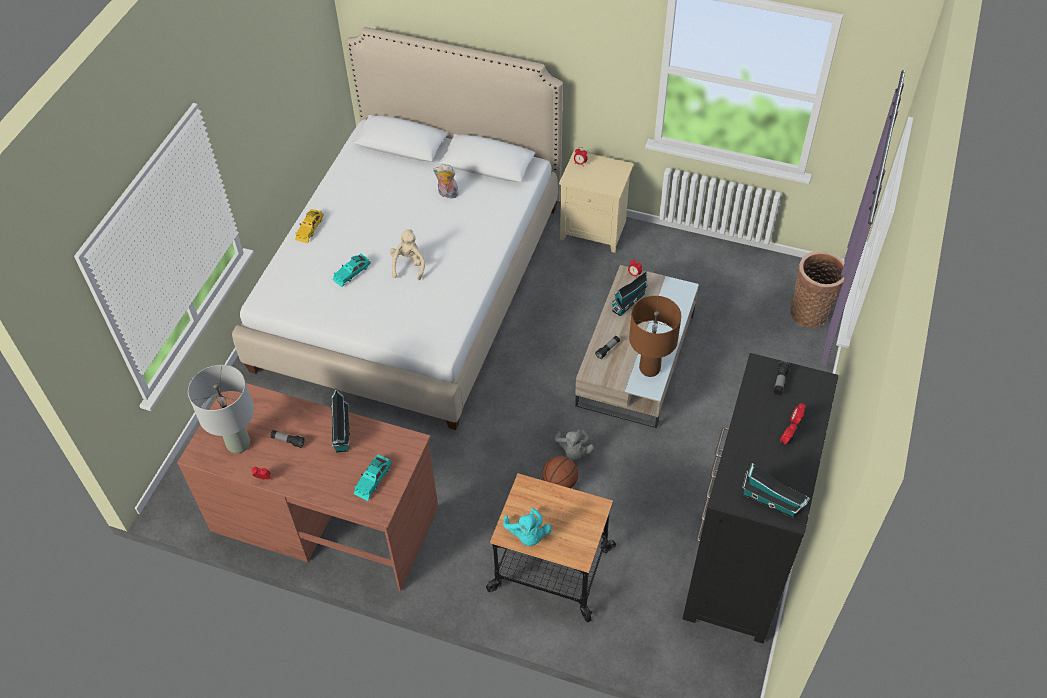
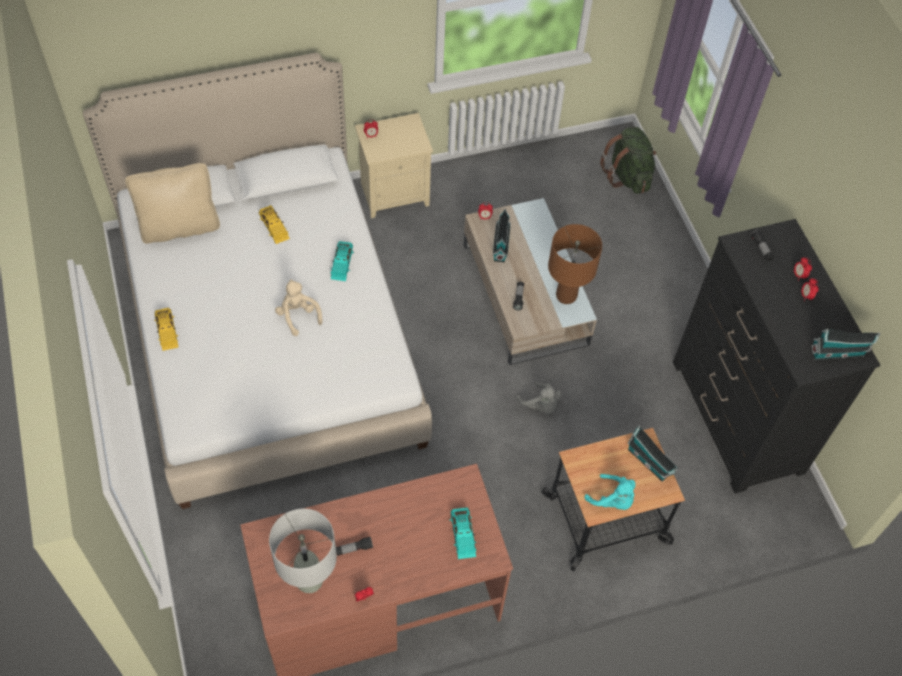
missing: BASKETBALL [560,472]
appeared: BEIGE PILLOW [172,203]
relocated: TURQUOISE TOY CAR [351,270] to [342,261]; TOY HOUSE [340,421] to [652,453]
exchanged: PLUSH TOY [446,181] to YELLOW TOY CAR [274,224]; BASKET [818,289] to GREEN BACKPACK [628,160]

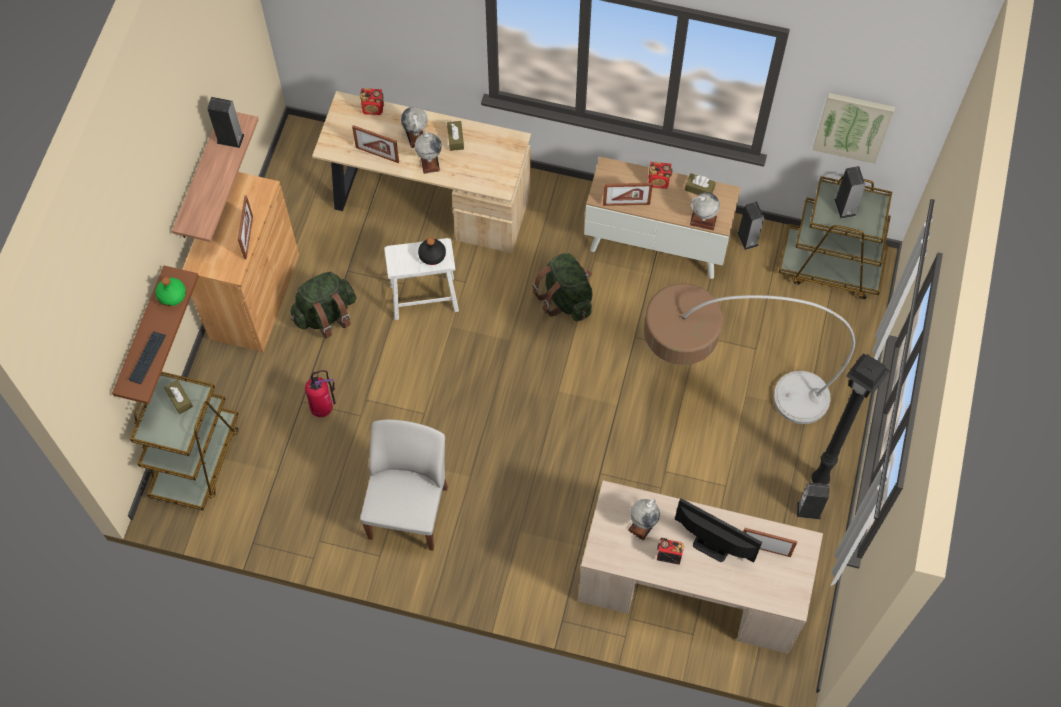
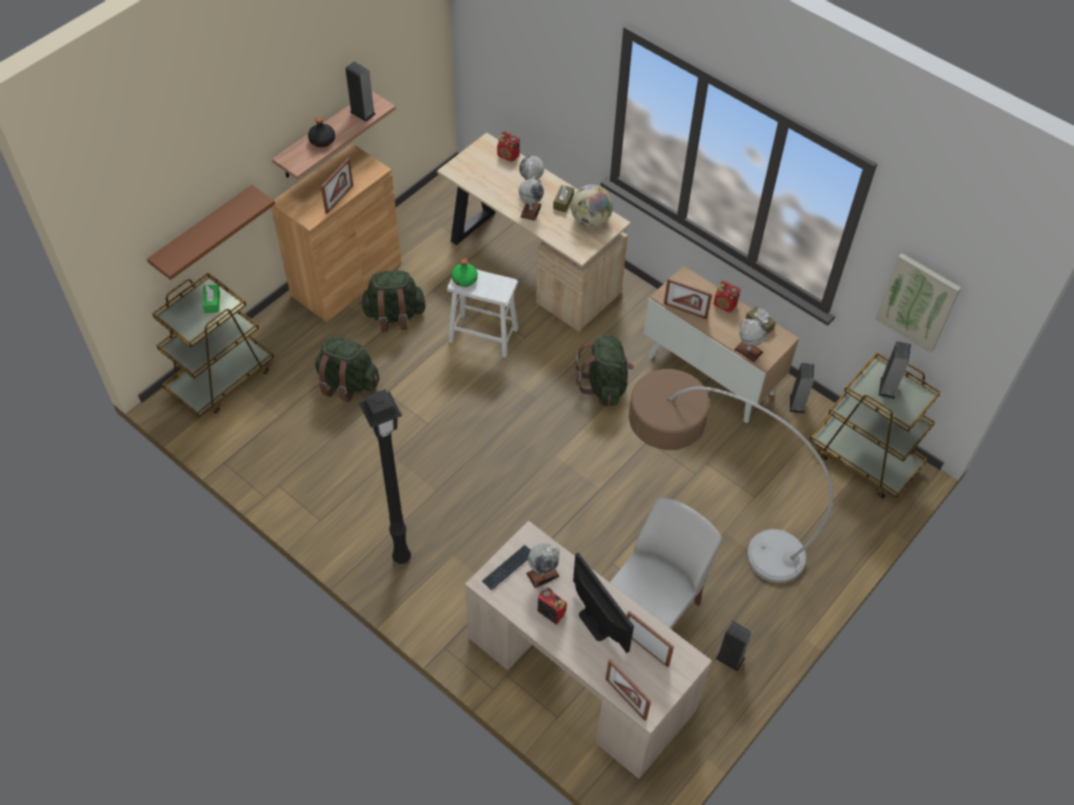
appeared: GLOBE [592,206]
relocated: BLACK BOTTLE [432,251] to [321,132]; BLACK FLOOR LAMP [850,418] to [385,476]; GREEN BOTTLE [170,291] to [464,272]; KEYBOARD [147,357] to [506,567]; PICTURE FRAME [375,144] to [628,690]; WHITE CHAIR [404,485] to [666,563]
exchanged: FIRE EXTINGUISHER [320,393] to GREEN BACKPACK [347,369]
colour: BROWN TISSUE BOX [178,397] to GREEN TISSUE BOX [211,298]

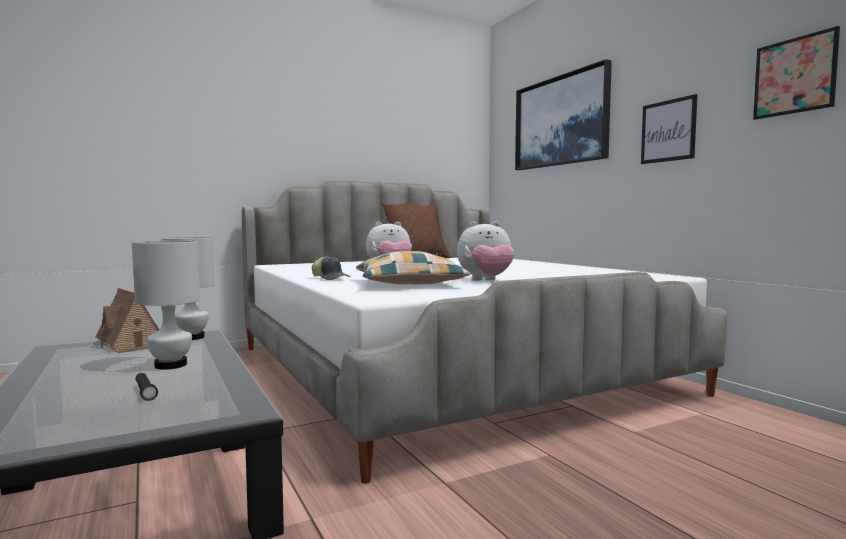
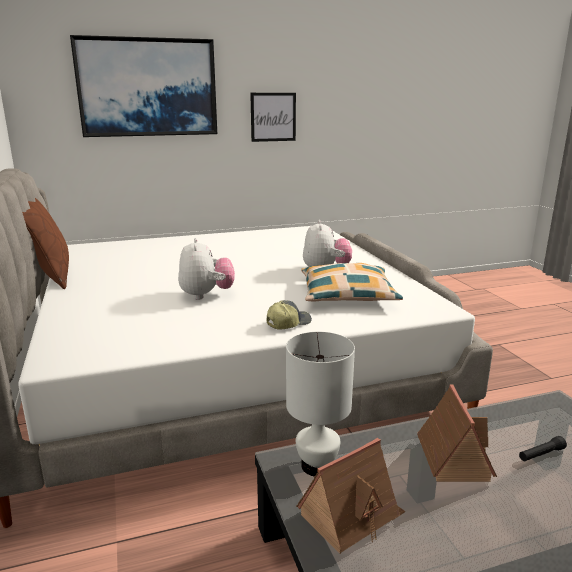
missing: PICTURE [796,73]
exchanged: WHITE TABLE LAMP [166,305] to TOY HOUSE [457,433]

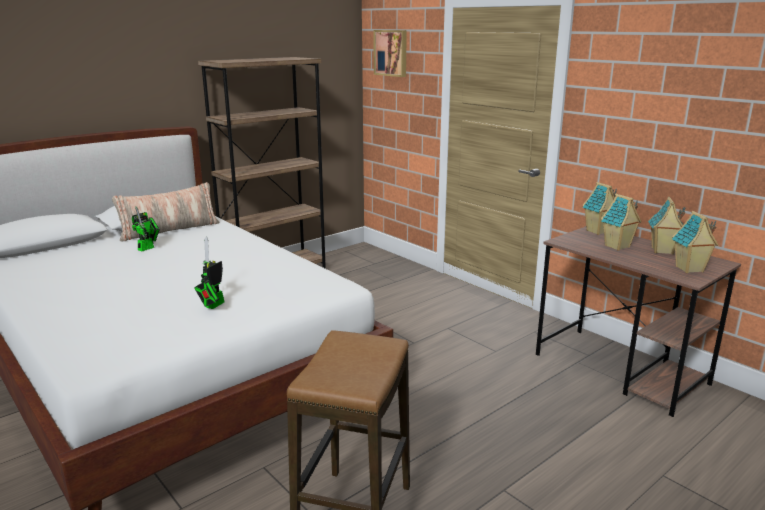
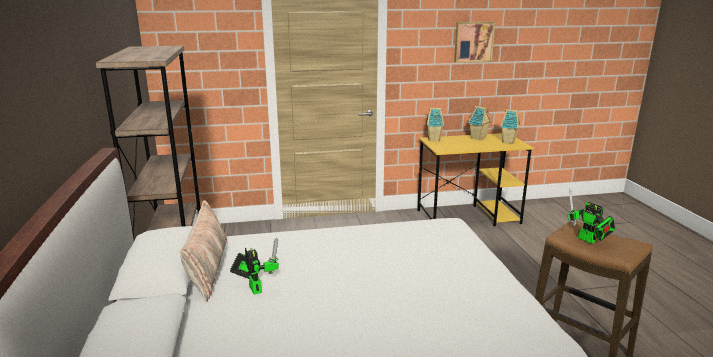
missing: TOY HOUSE [621,222]
relocated: PICTURE [390,53] to [474,42]; TOY ROBOT [209,272] to [591,216]
colour: BROWN DESK [638,321] to YELLOW DESK [475,179]

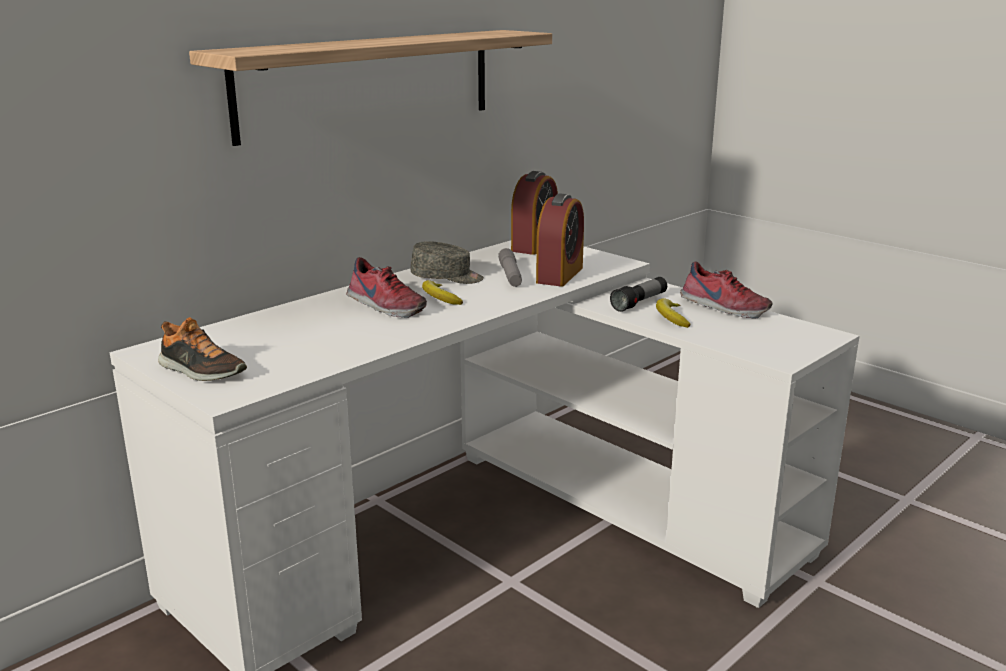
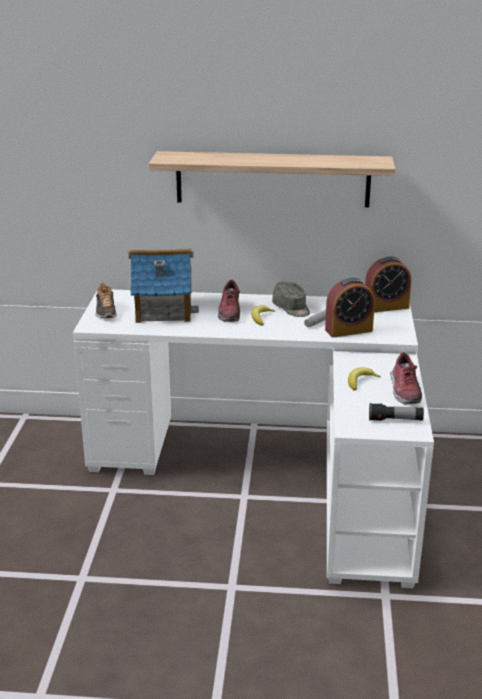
appeared: TOY HOUSE [164,286]
relocated: FLASHLIGHT [638,294] to [396,412]

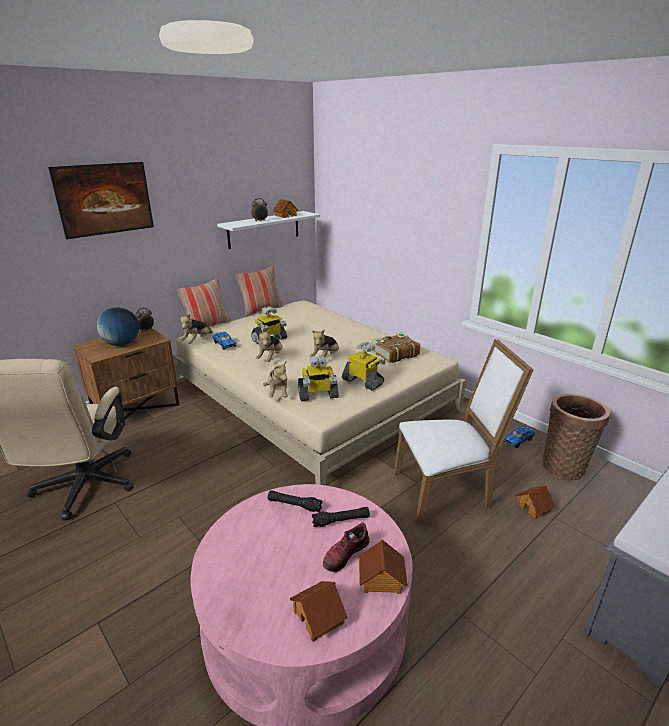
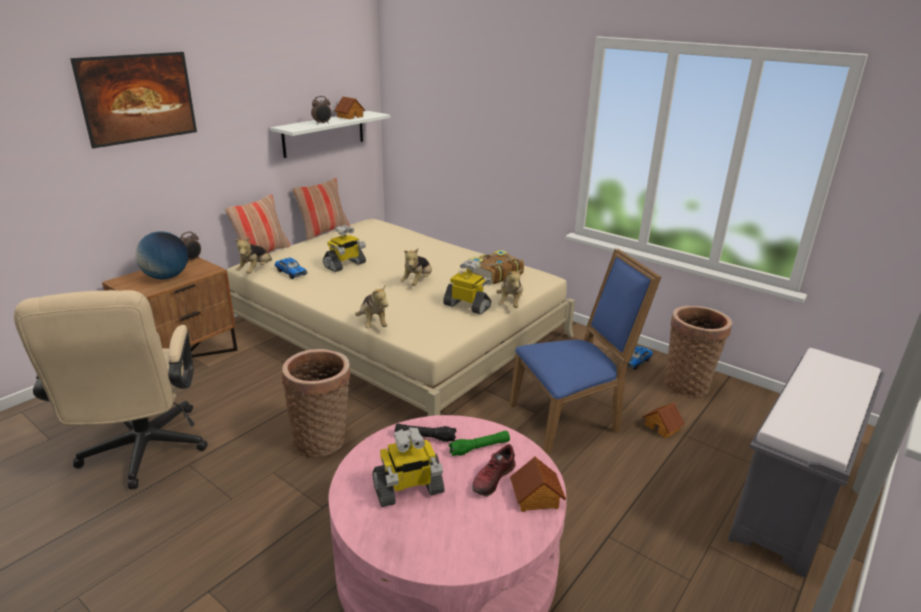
missing: TOY HOUSE [319,611]
appeared: BASKET [316,403]
relocated: TOY ROBOT [318,378] to [408,467]; PLUSH TOY [269,346] to [509,288]
colour: BLACK FLASHLIGHT [341,517] to GREEN FLASHLIGHT [479,443]; WHITE CHAIR [464,431] to BLUE CHAIR [585,352]

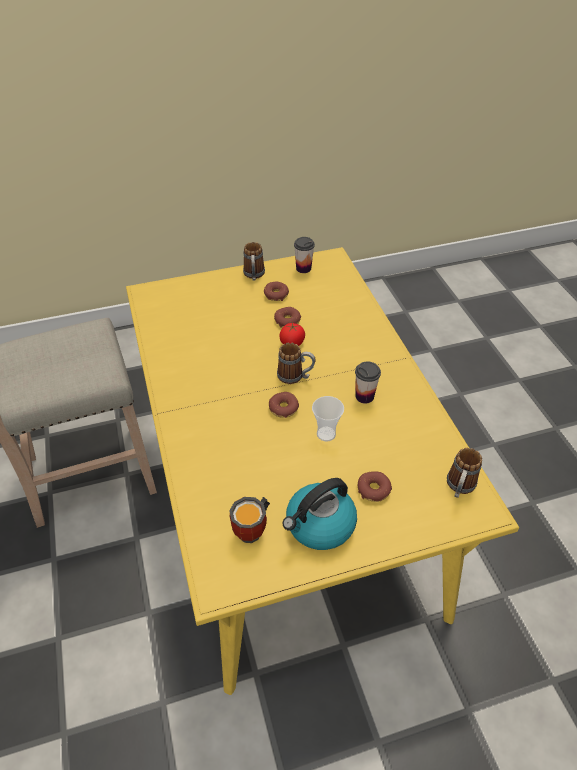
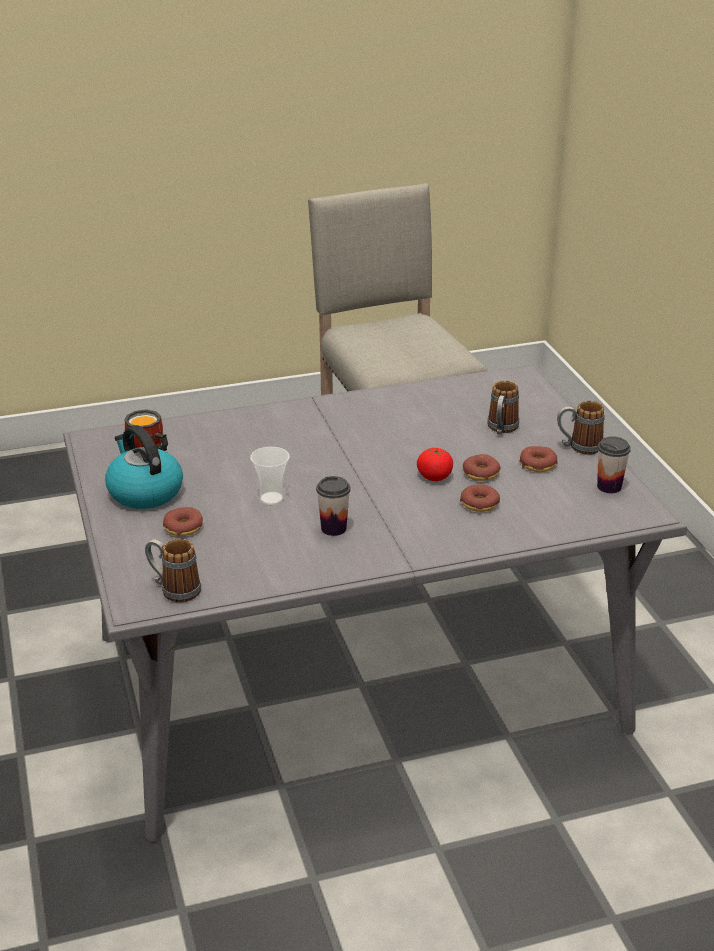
relocated: DONUT [284,405] to [480,498]; MUG [296,363] to [503,407]
colour: YELLOW DINING TABLE [322,471] to GREY DINING TABLE [375,603]

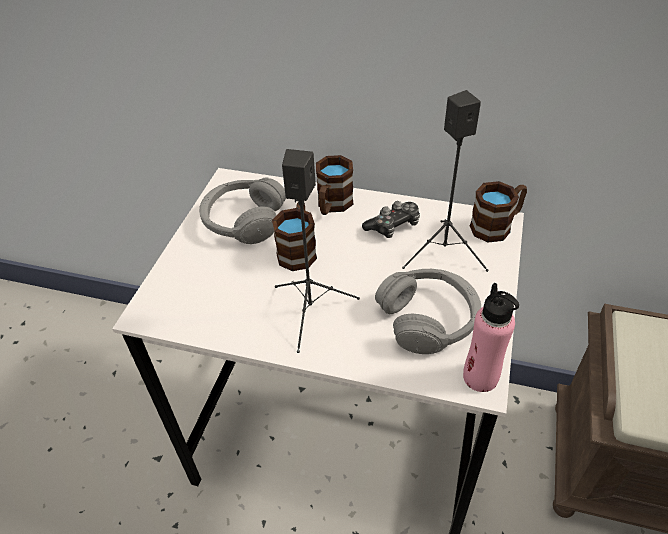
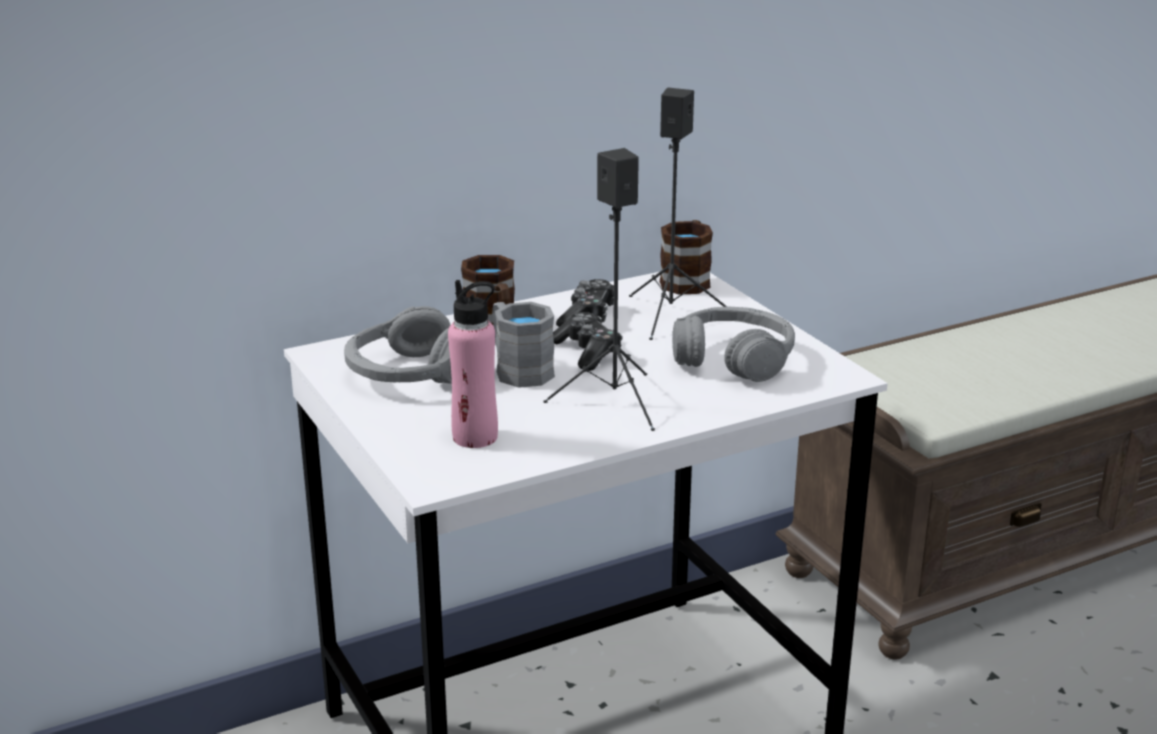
appeared: GAME CONTROLLER [587,341]
relocated: PINK BOTTLE [491,337] to [473,364]
colour: BROWN MUG [294,237] to GREY MUG [523,345]

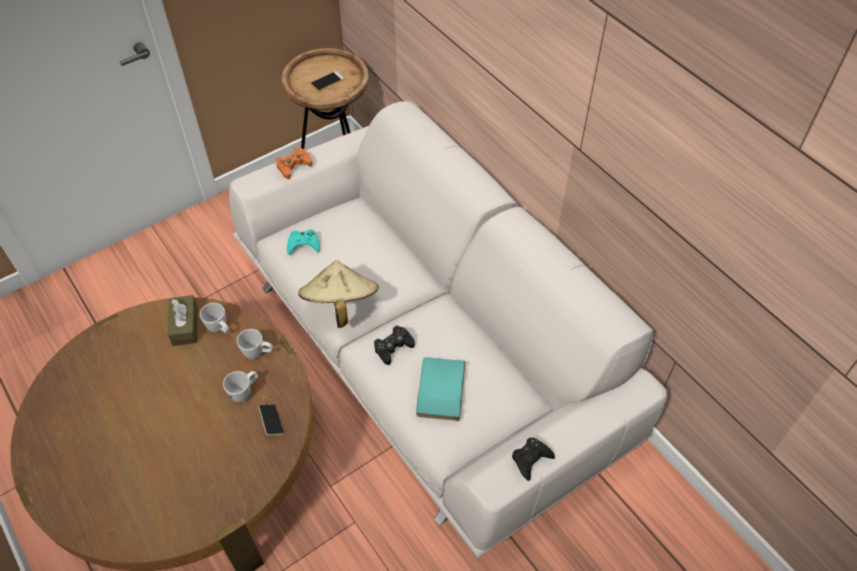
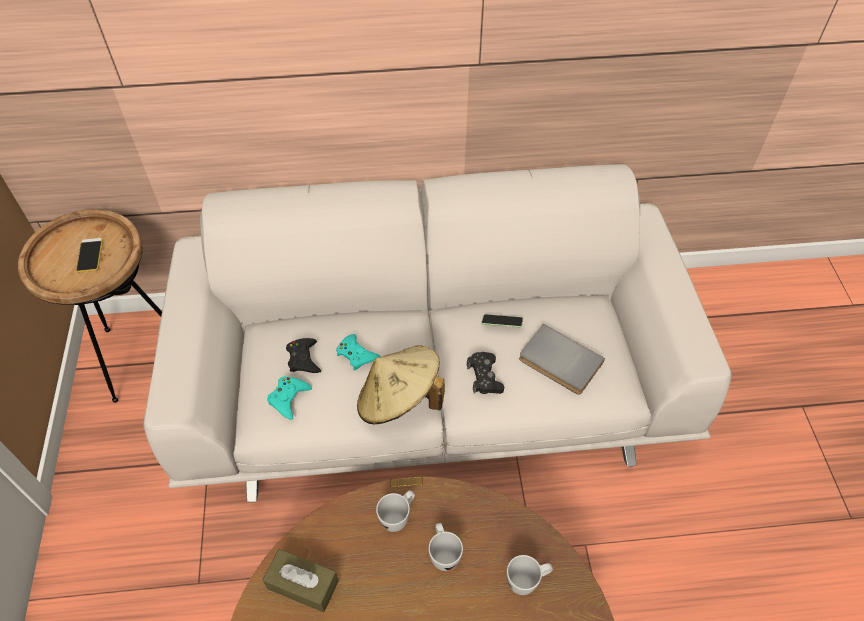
missing: ORANGE GAME CONTROLLER [294,163]
appeared: TURQUOISE GAME CONTROLLER [358,352]
relocated: BLACK GAME CONTROLLER [533,459] to [303,355]; PHONE [271,419] to [502,320]; WHITE MUG [215,318] to [530,575]
colour: TURQUOISE BOOK [440,389] to GREY BOOK [562,359]

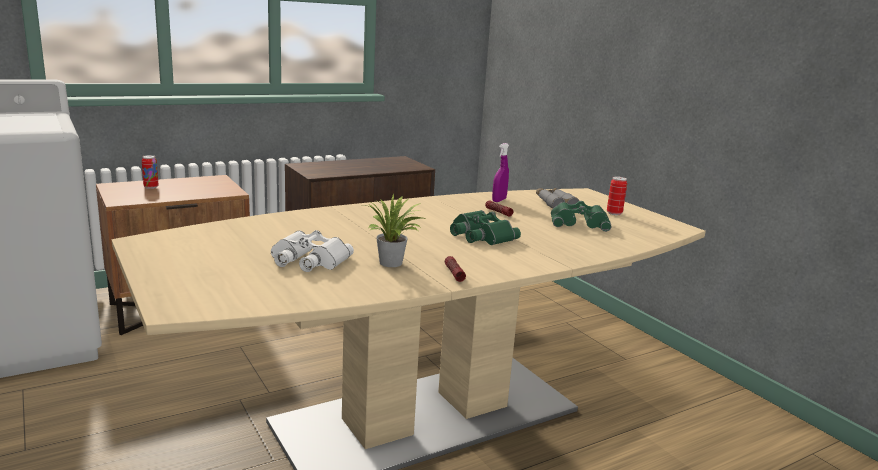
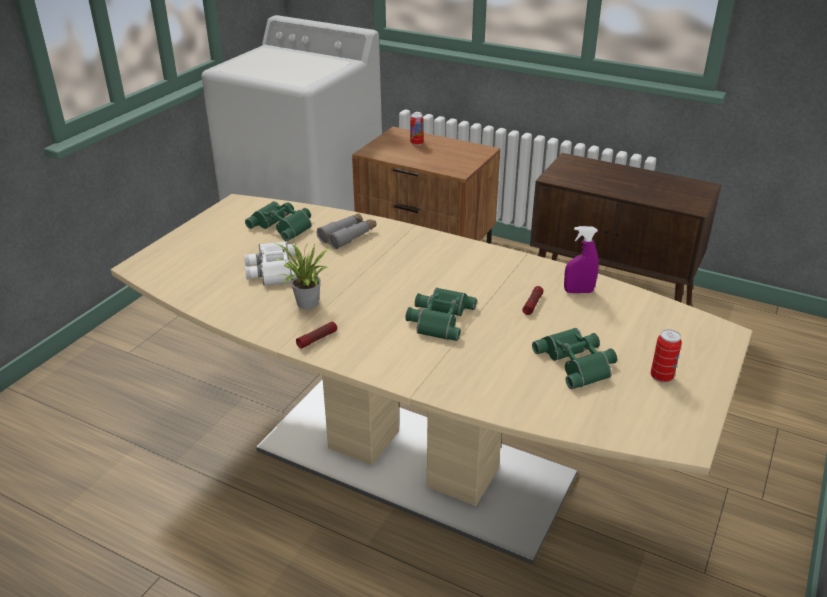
appeared: GREEN BINOCULARS [278,221]
relocated: GREY BINOCULARS [557,199] to [347,231]

